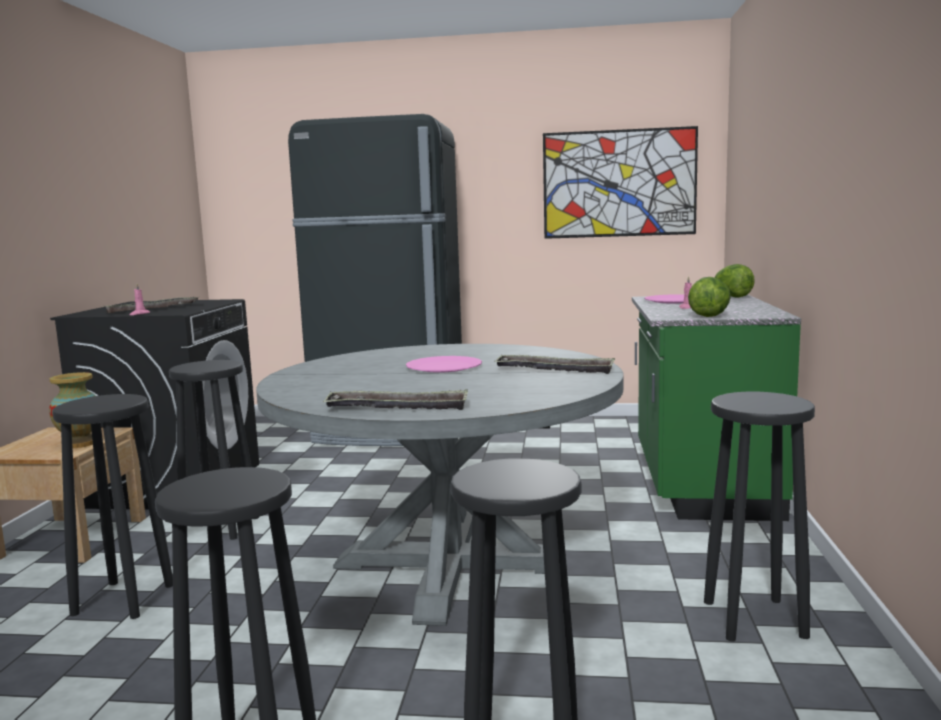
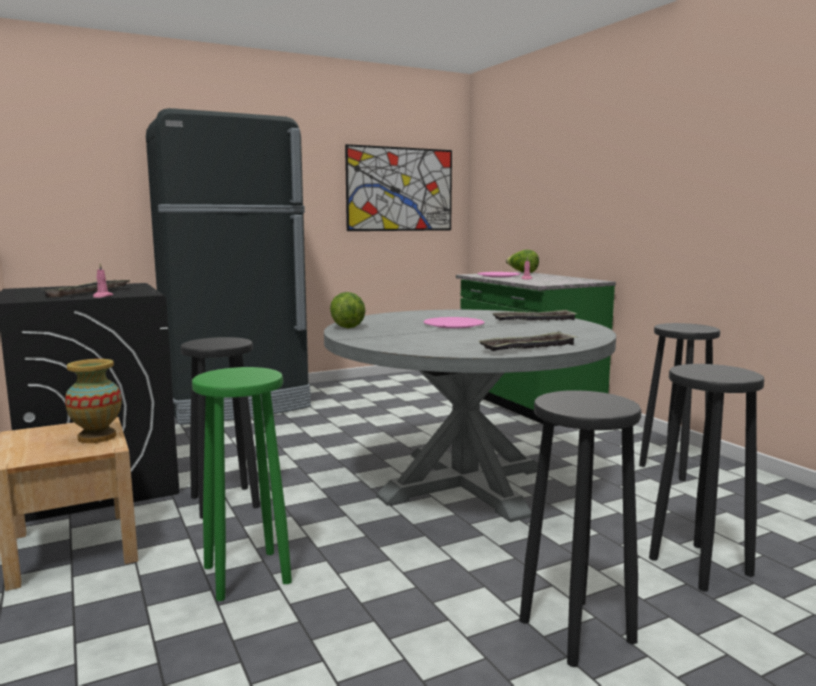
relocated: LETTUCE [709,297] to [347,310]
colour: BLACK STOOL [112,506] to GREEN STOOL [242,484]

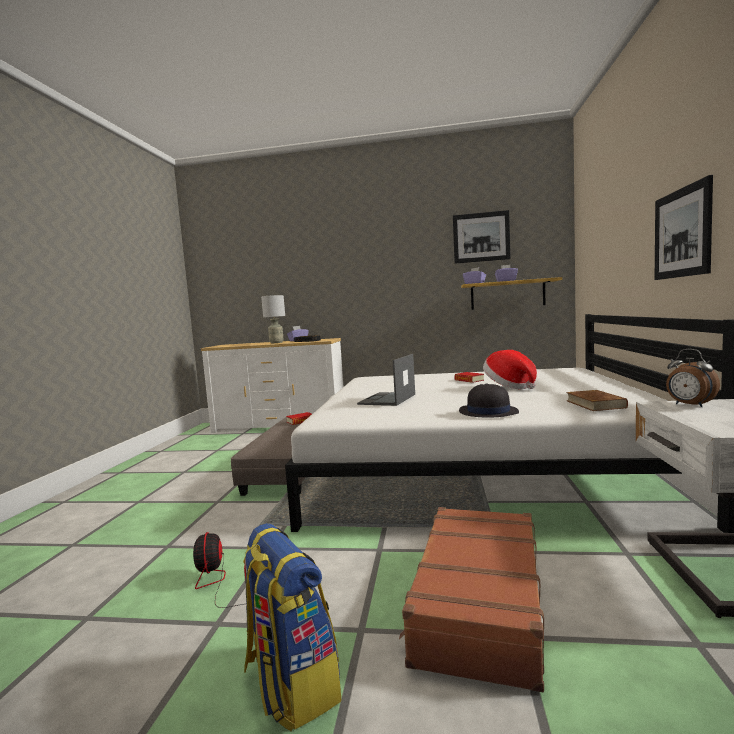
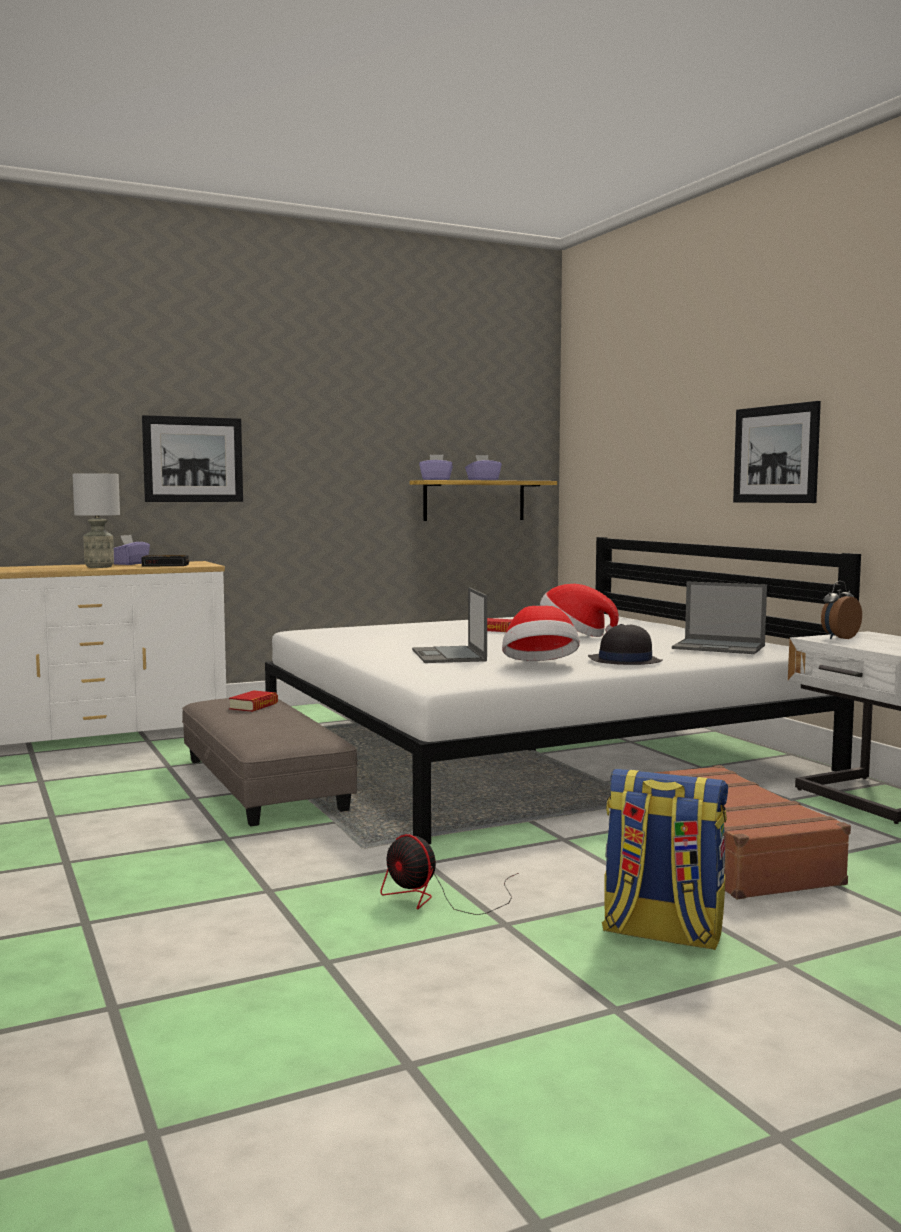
appeared: HAT [541,633]
relocated: PICTURE [482,237] to [192,458]
exchanged: BROWN BOOK [597,400] to LAPTOP [719,618]
spun: ALARM CLOCK [693,378] = [841,610] 120 degrees clockwise

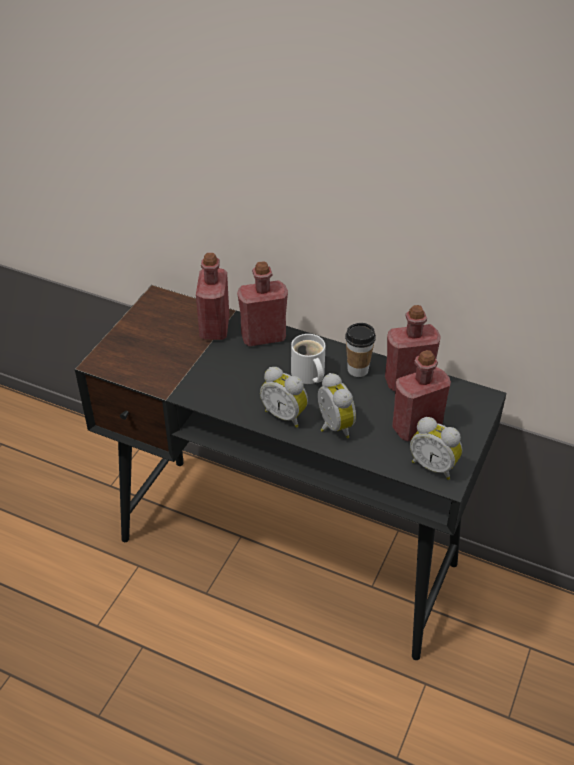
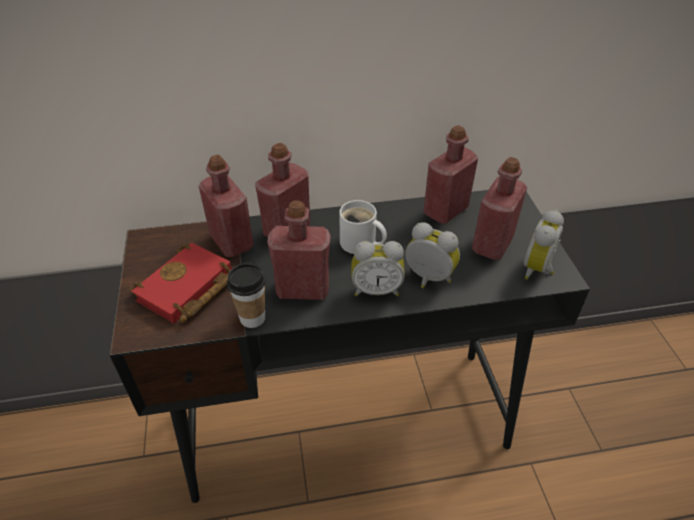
appeared: RED BOOK [180,283]; RED BOTTLE [299,250]
relocated: CUP [360,350] to [246,295]
spun: ALARM CLOCK [436,448] = [544,245] 120 degrees clockwise

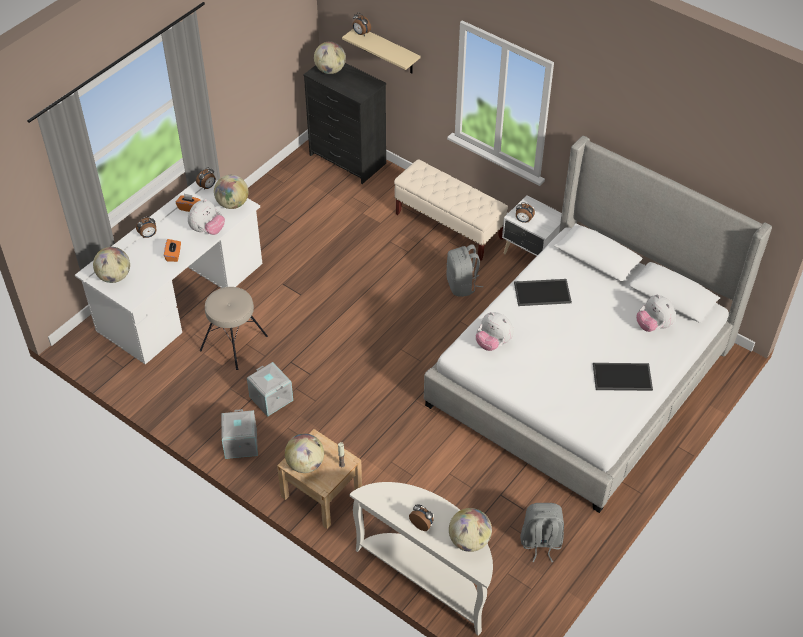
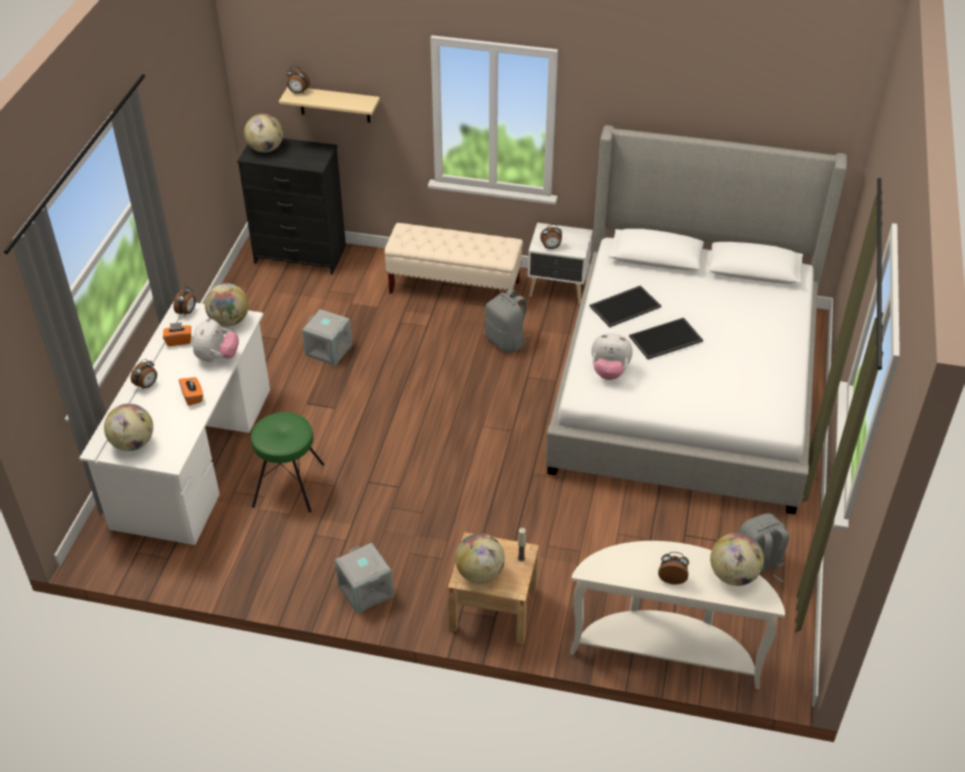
missing: PLUSH TOY [656,313]
relocated: GREY STORAGE BOX [270,389] to [327,337]; TRAY [623,377] to [666,338]
colour: BEIGE STOOL [234,328] to GREEN STOOL [287,462]

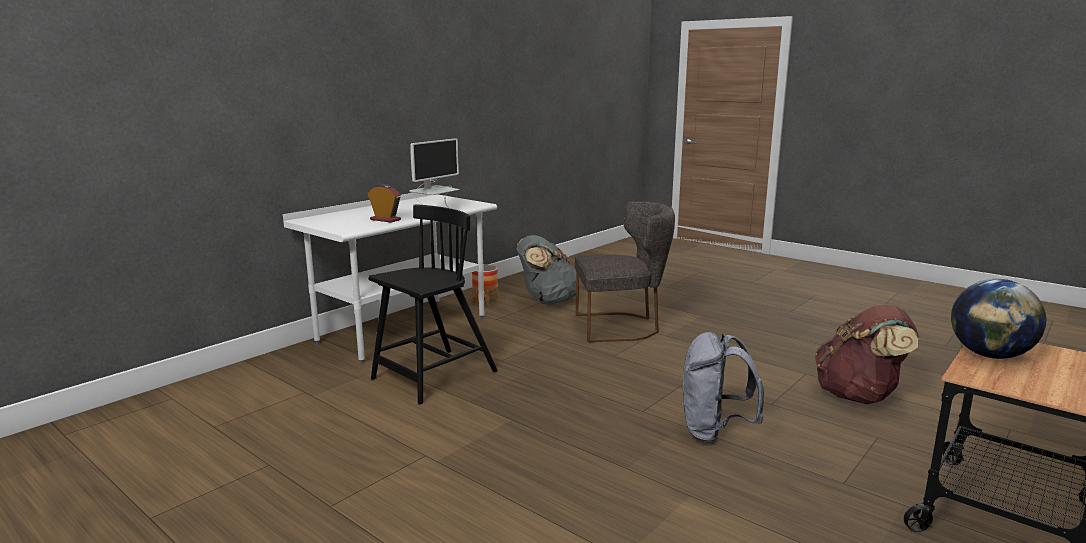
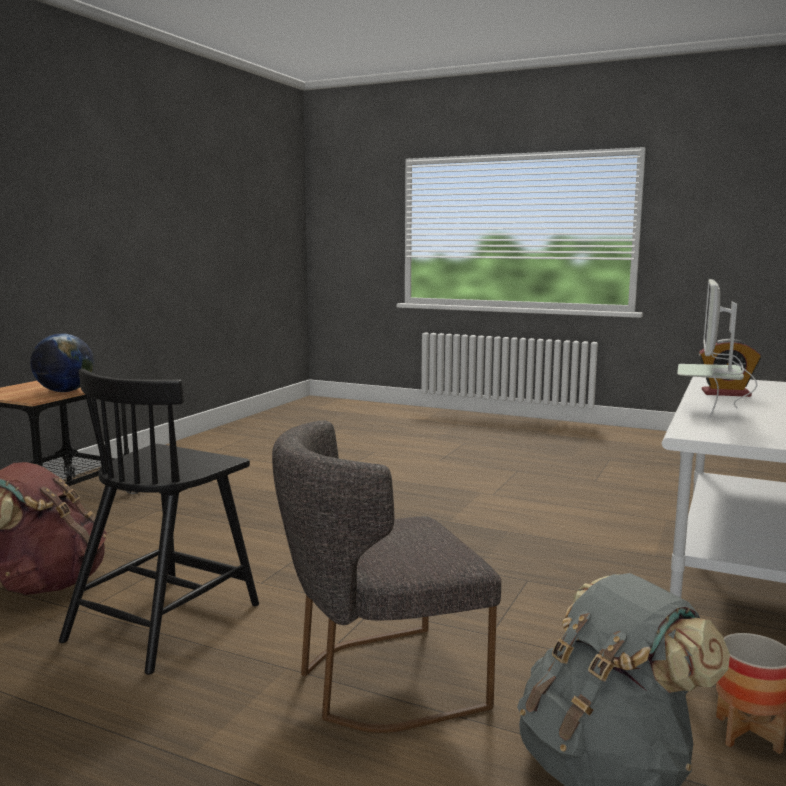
missing: GREY BACKPACK [723,388]
relocated: BLACK CHAIR [433,304] to [159,522]

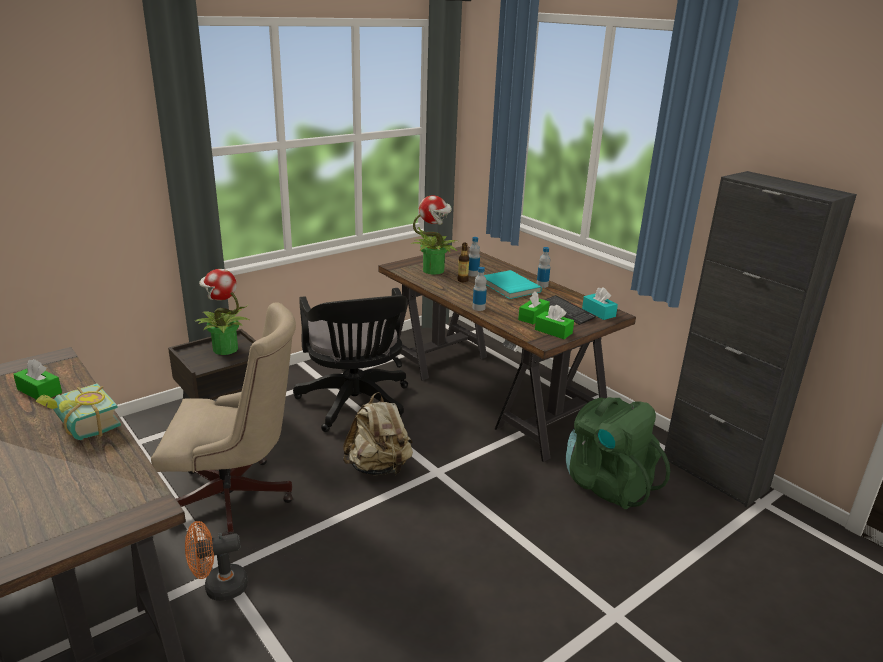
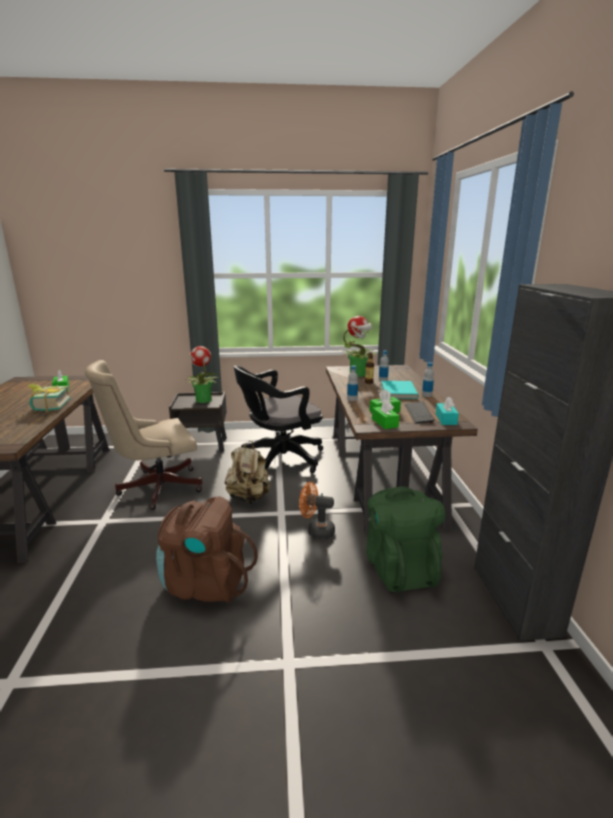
appeared: BROWN BACKPACK [207,549]
relocated: ORANGE FAN [216,561] to [317,510]
spun: BEIGE OFFICE CHAIR [223,419] = [143,435] 120 degrees clockwise; BLACK OFFICE CHAIR [350,360] = [278,419] 45 degrees clockwise

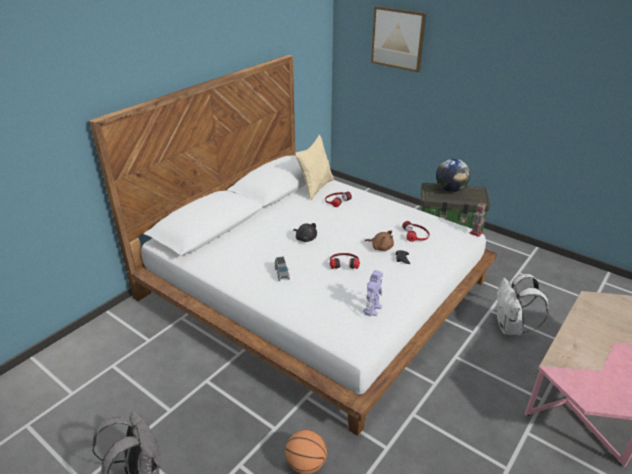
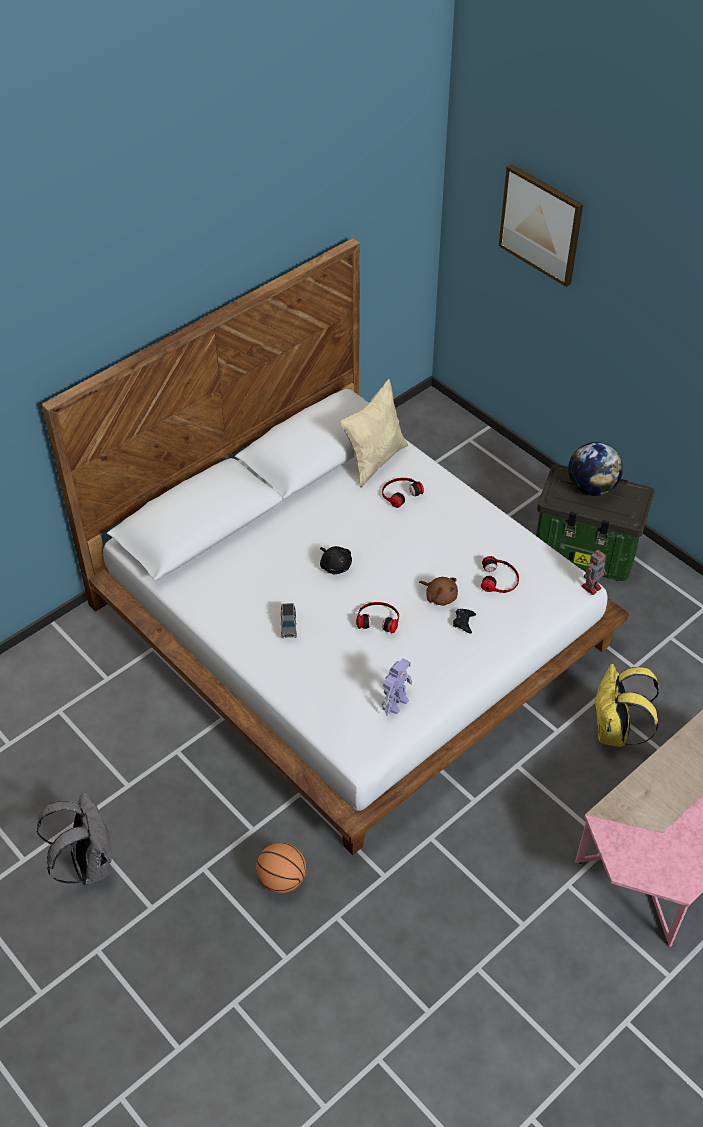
colour: WHITE BACKPACK [523,304] to YELLOW BACKPACK [627,705]

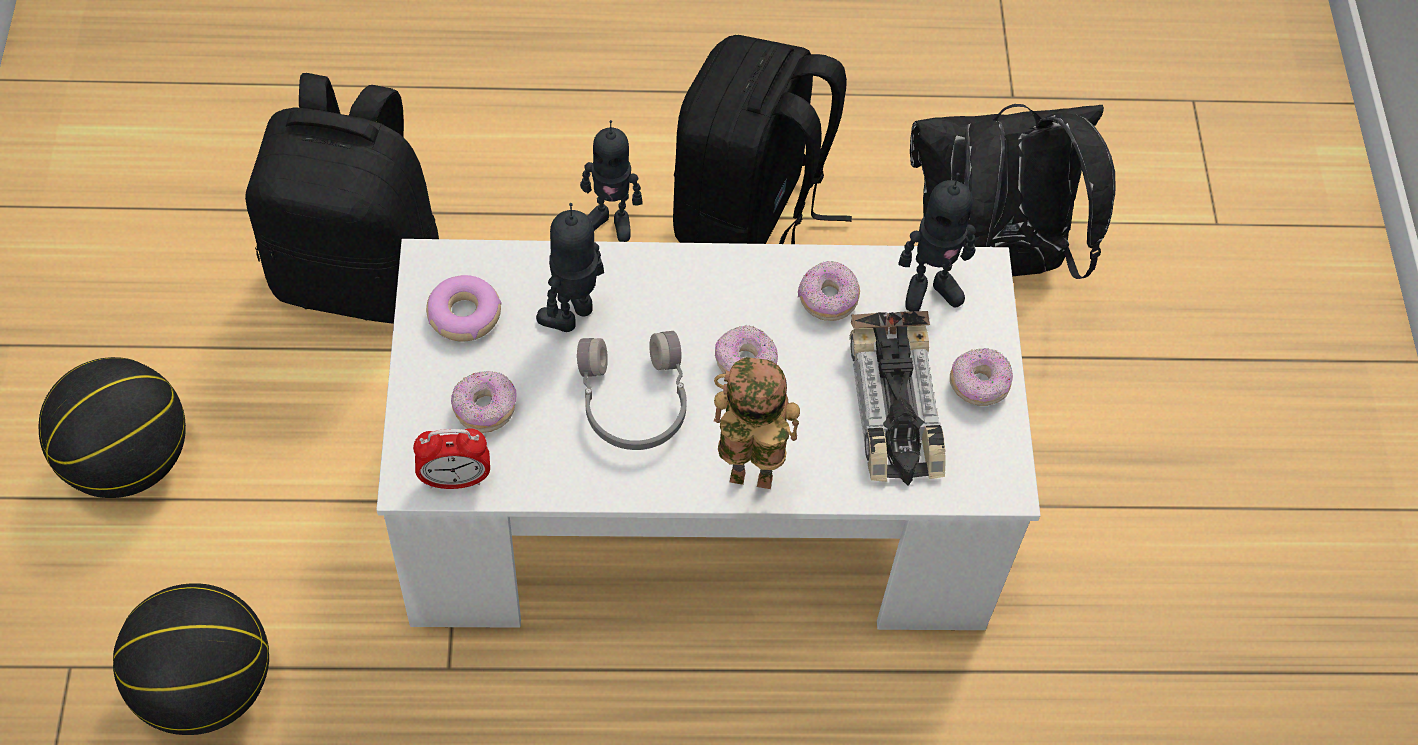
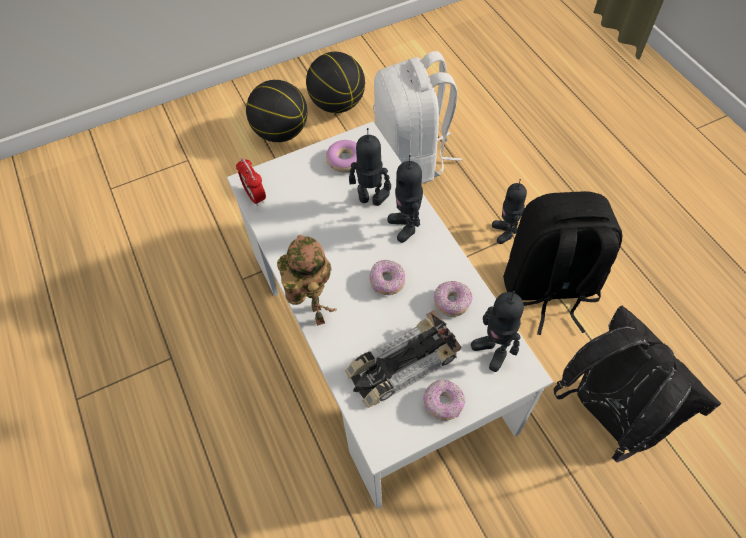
missing: DONUT [484,402]; GREY HEADPHONES [632,390]
appeared: TOY ROBOT [405,199]
relocated: BASKETBALL [191,659] to [335,82]
colour: BLACK BACKPACK [342,198] to WHITE BACKPACK [417,117]

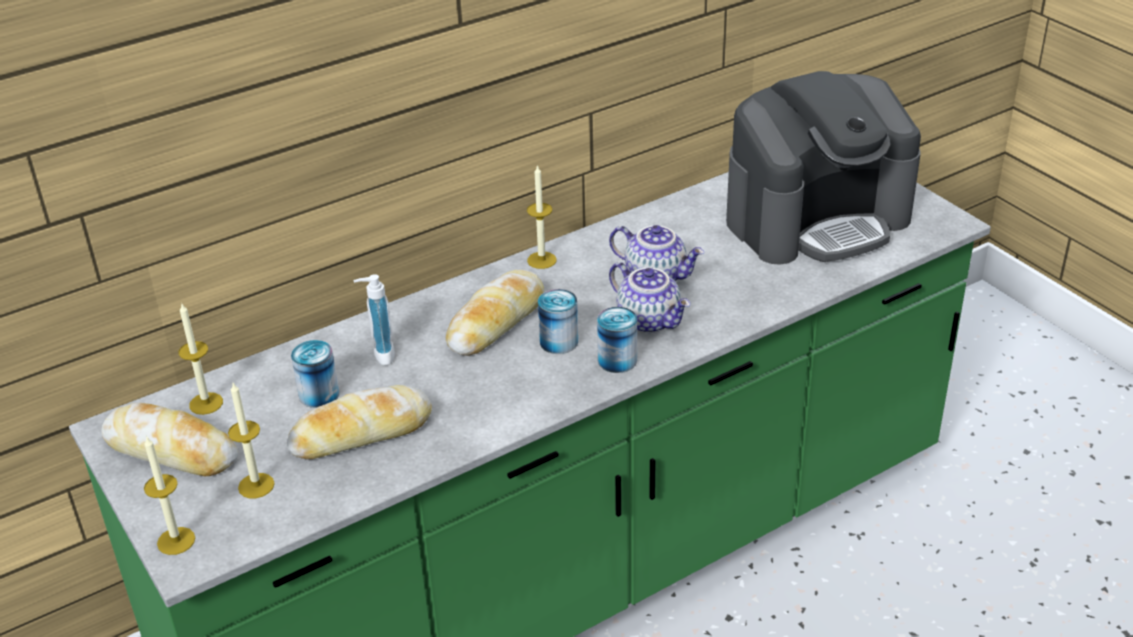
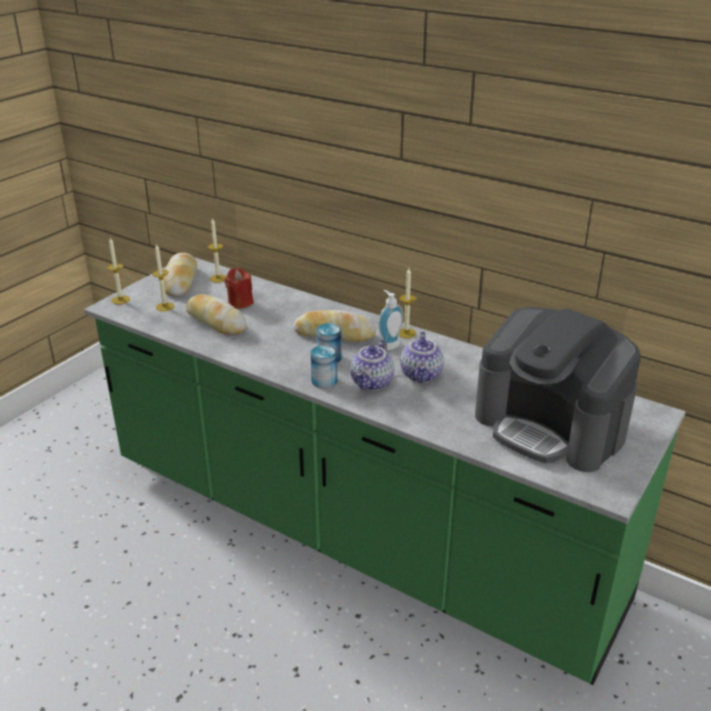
relocated: SOAP DISPENSER [374,320] to [390,320]
exchanged: CAN [315,374] to RED CANDLE [239,288]

